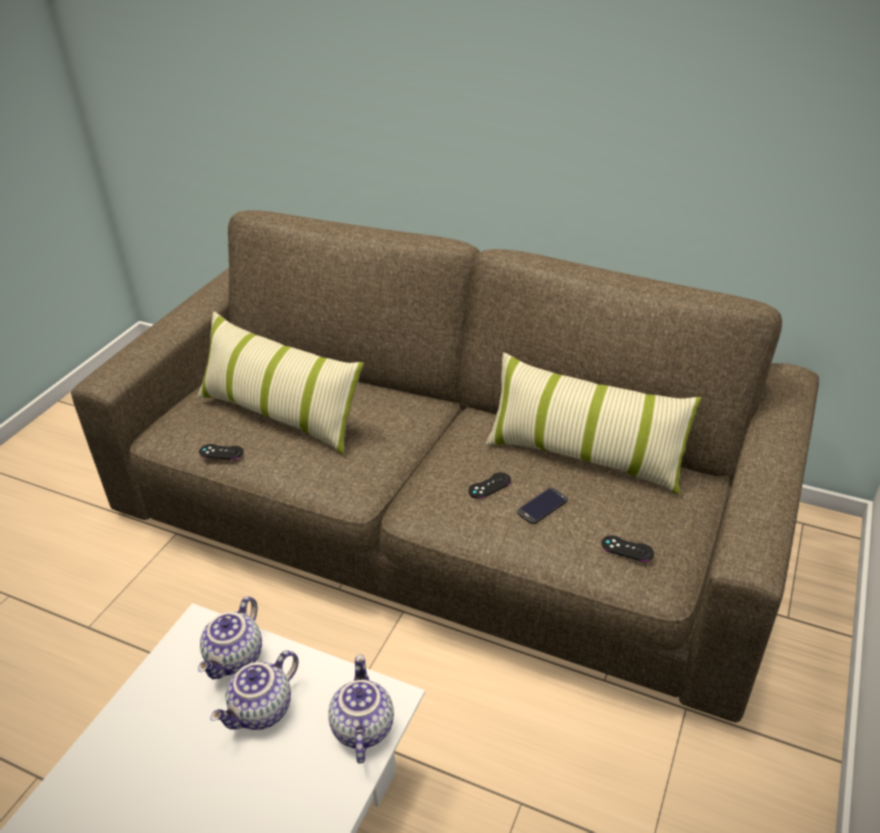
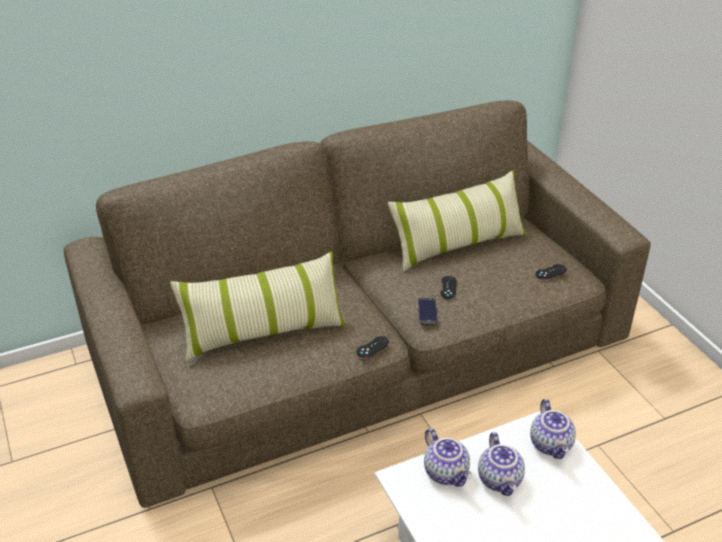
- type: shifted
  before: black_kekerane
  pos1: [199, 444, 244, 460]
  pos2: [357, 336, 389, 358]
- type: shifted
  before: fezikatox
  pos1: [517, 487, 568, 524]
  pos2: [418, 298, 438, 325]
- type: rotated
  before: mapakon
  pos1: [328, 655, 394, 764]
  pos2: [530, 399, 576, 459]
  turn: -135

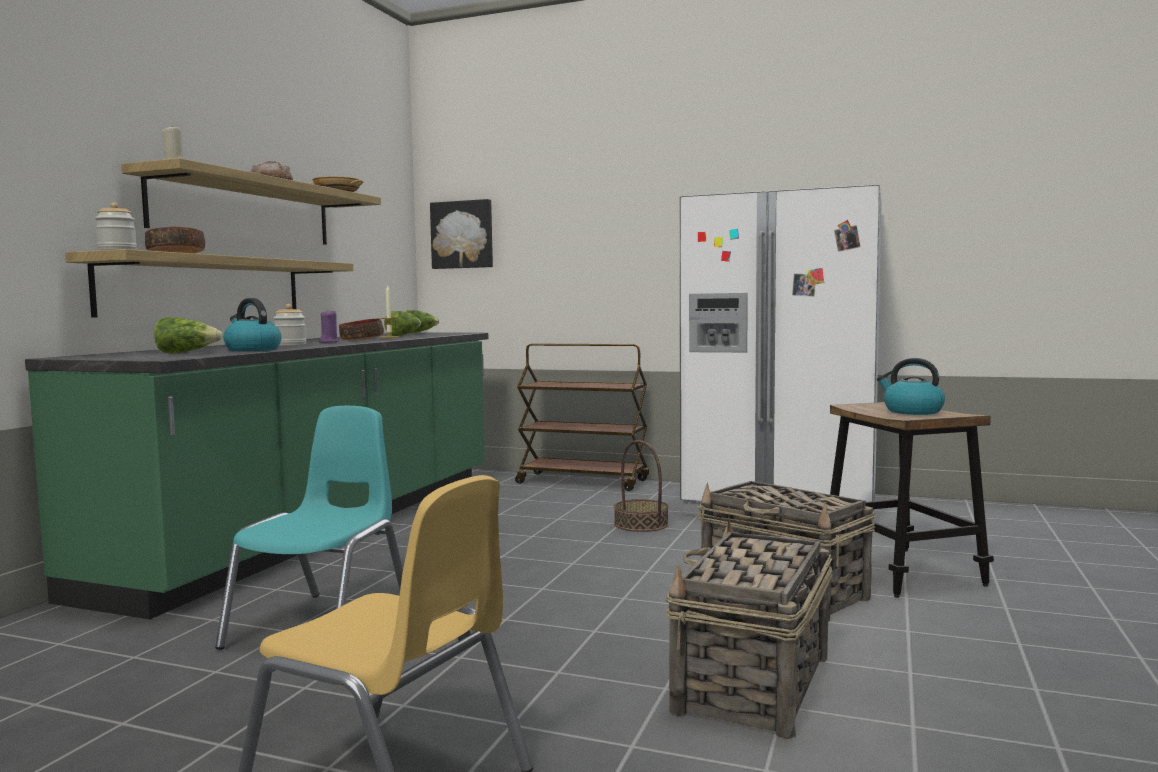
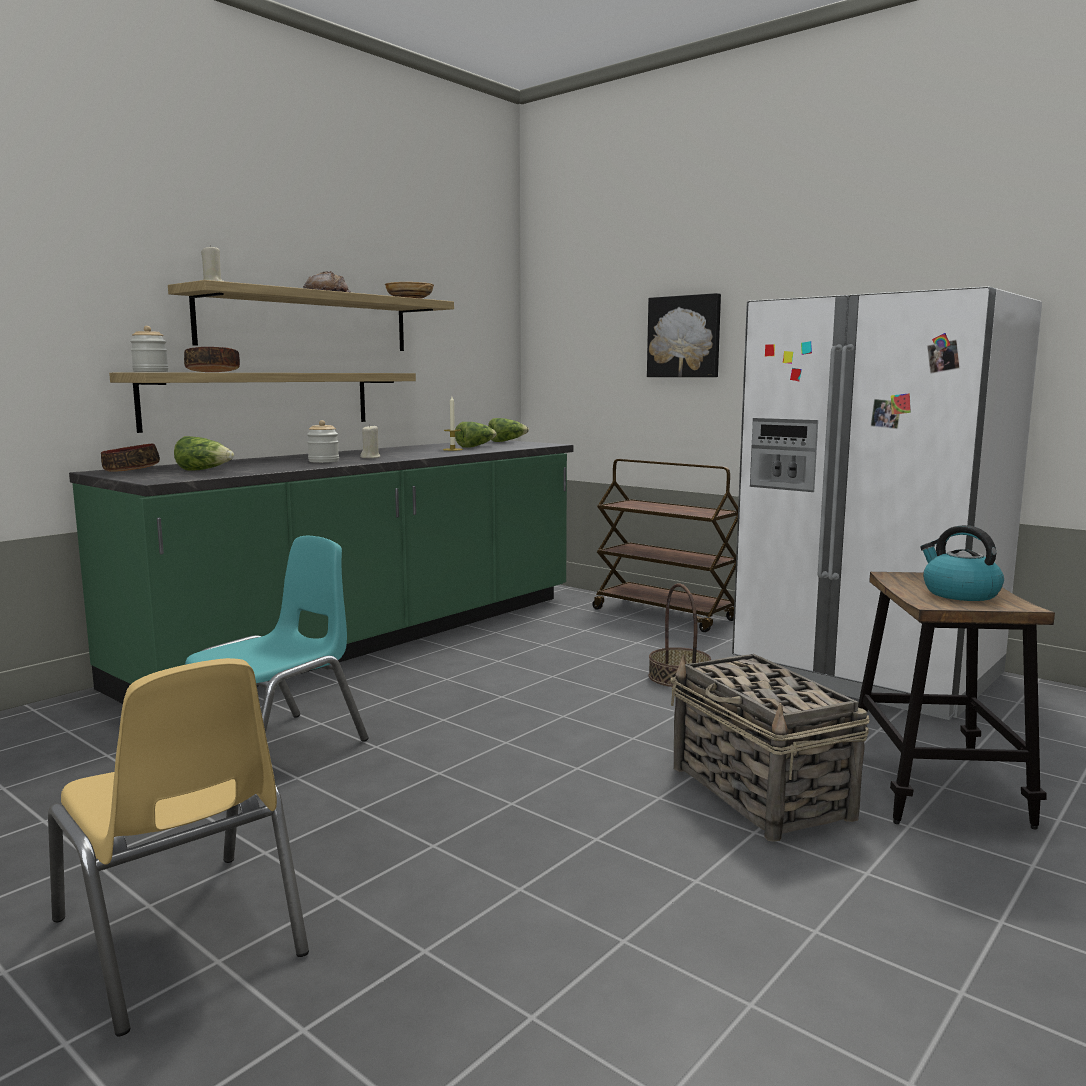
- type: shifted
  before: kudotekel
  pos1: [430, 199, 493, 269]
  pos2: [647, 293, 721, 377]
- type: gone
  before: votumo
  pos1: [223, 298, 282, 351]
- type: repainted
  before: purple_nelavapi
  after: beige_nelavapi
  pos1: [319, 311, 339, 343]
  pos2: [360, 424, 380, 458]
- type: shifted
  before: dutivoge
  pos1: [339, 319, 384, 340]
  pos2: [101, 444, 160, 472]
- type: gone
  before: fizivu
  pos1: [666, 520, 832, 739]

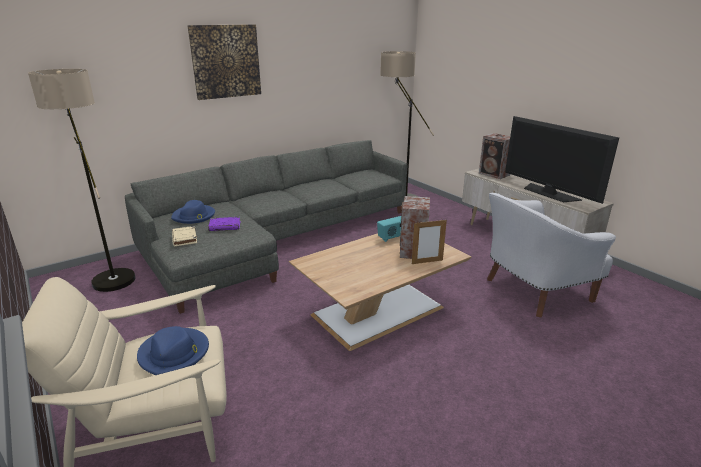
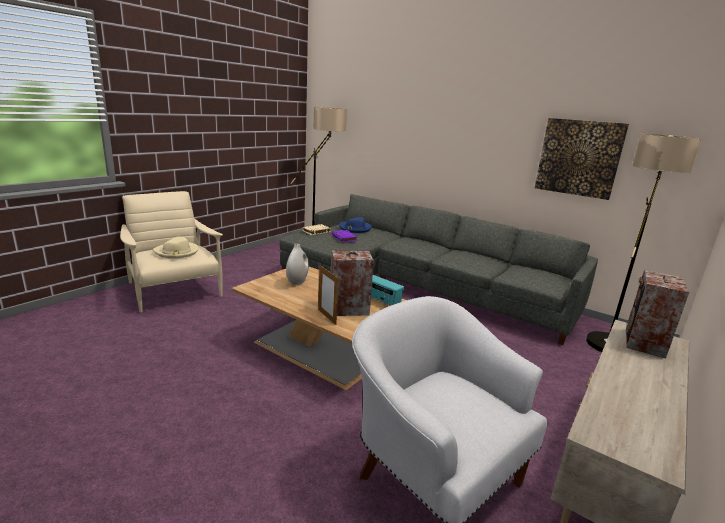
- type: shifted
  before: kudotekel
  pos1: [187, 24, 261, 100]
  pos2: [535, 118, 629, 200]
- type: gone
  before: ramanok
  pos1: [505, 116, 619, 204]
- type: repainted
  before: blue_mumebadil
  after: beige_mumebadil
  pos1: [137, 326, 209, 375]
  pos2: [153, 236, 199, 259]
- type: new
  after: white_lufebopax
  pos2: [286, 244, 309, 285]

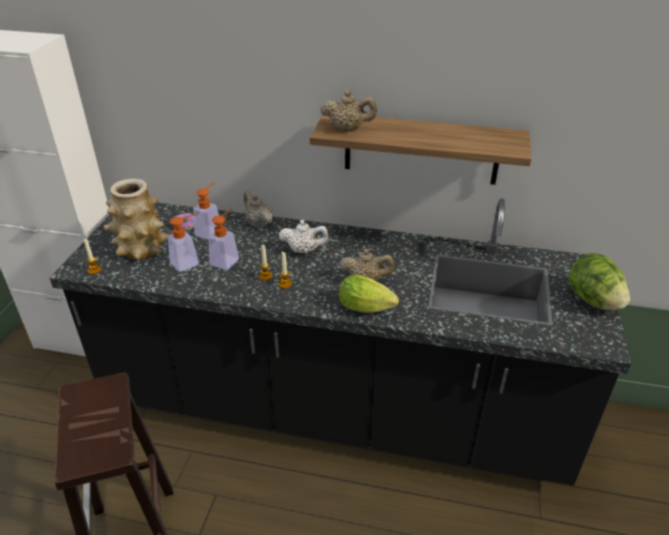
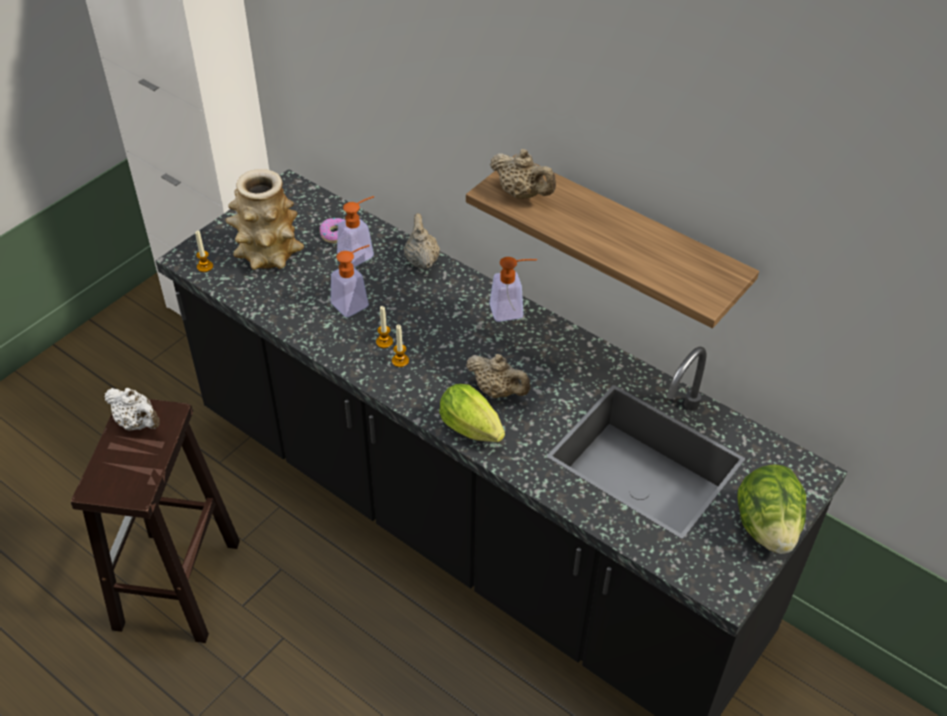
- type: shifted
  before: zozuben
  pos1: [168, 214, 199, 272]
  pos2: [489, 257, 537, 322]
- type: shifted
  before: white_mapakon
  pos1: [279, 220, 330, 253]
  pos2: [104, 388, 160, 431]

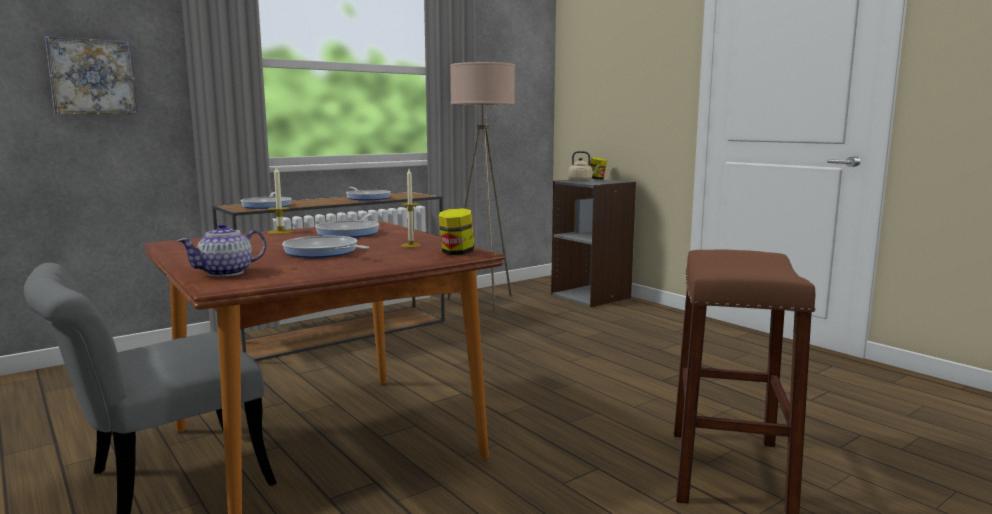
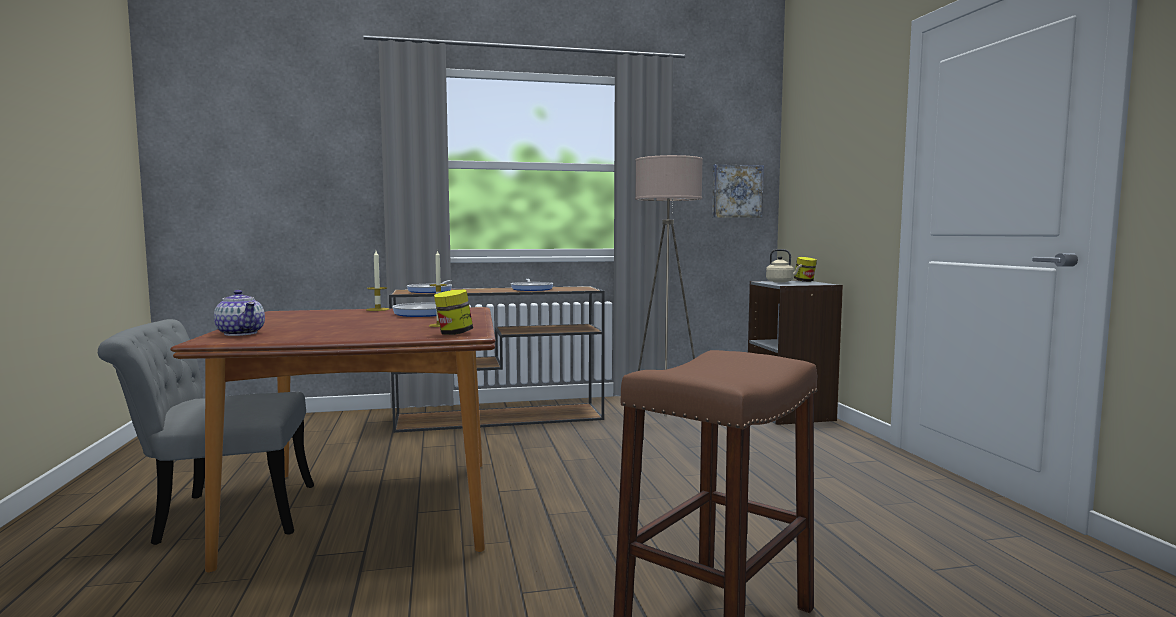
- type: shifted
  before: kudotekel
  pos1: [45, 36, 137, 115]
  pos2: [712, 164, 764, 218]
- type: rotated
  before: mapakon
  pos1: [177, 223, 266, 277]
  pos2: [214, 290, 265, 336]
  turn: -120
- type: gone
  before: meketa
  pos1: [282, 236, 370, 258]

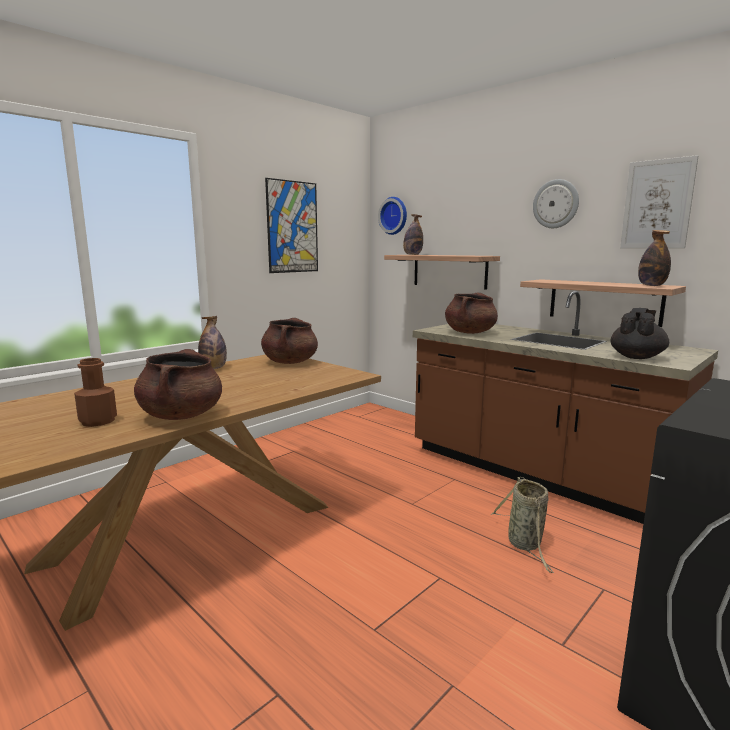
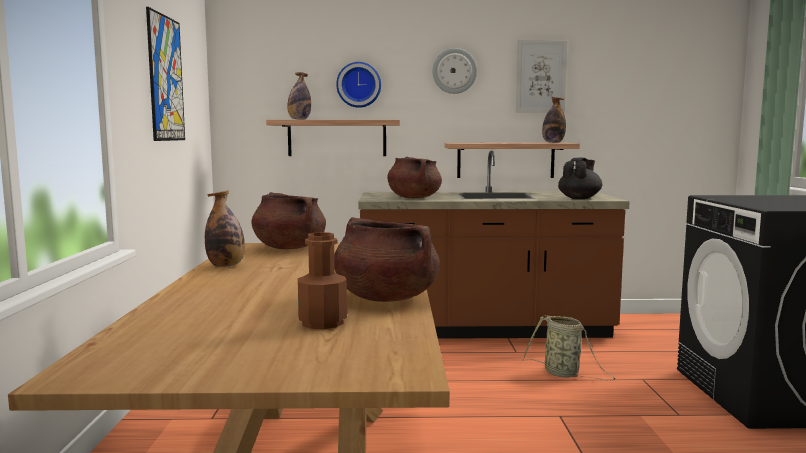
- type: shifted
  before: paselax
  pos1: [378, 197, 407, 235]
  pos2: [336, 62, 381, 108]
- type: rotated
  before: black_mapakon
  pos1: [611, 308, 669, 359]
  pos2: [558, 158, 602, 199]
  turn: 45

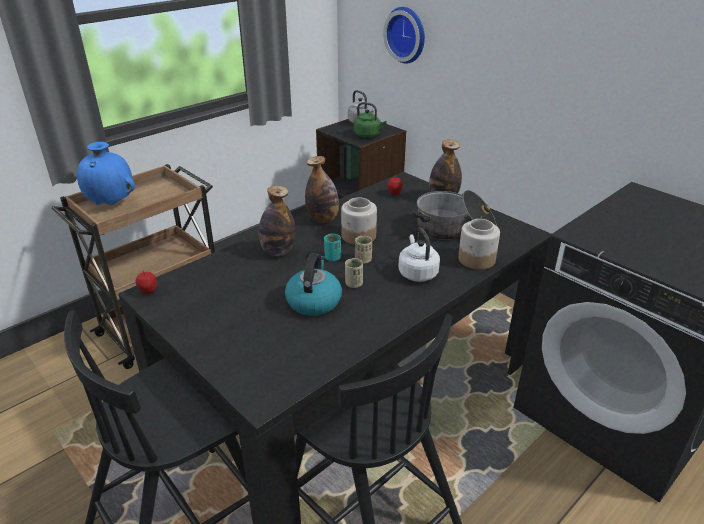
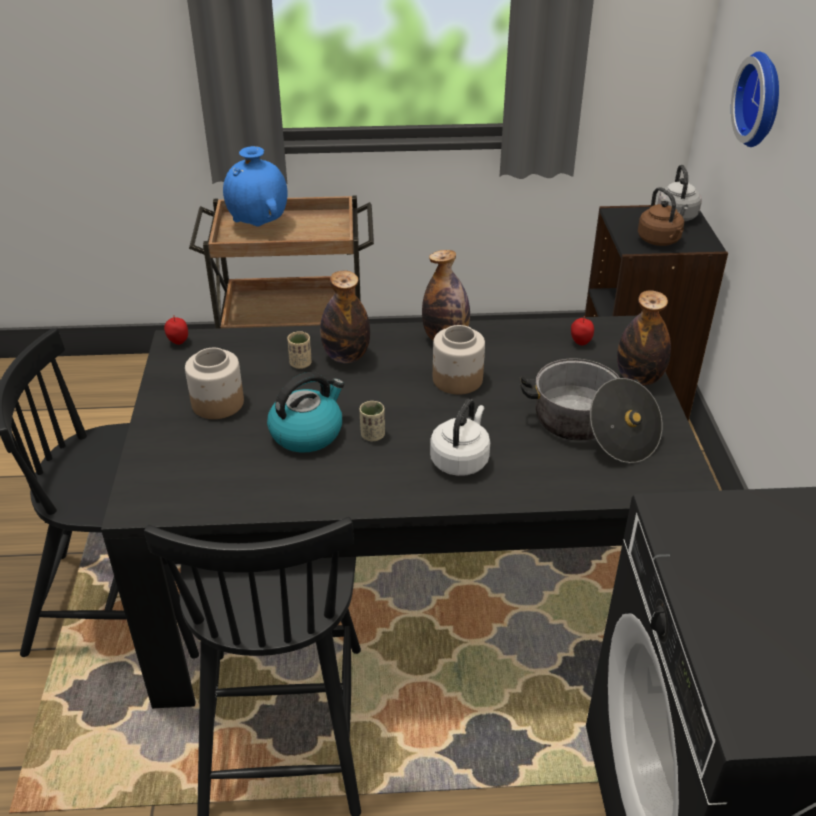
- type: repainted
  before: green_votumo
  after: brown_votumo
  pos1: [354, 102, 387, 137]
  pos2: [638, 187, 684, 246]
- type: shifted
  before: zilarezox
  pos1: [458, 219, 500, 270]
  pos2: [185, 348, 244, 419]
- type: gone
  before: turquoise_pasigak
  pos1: [324, 234, 341, 262]
- type: shifted
  before: beige_pasigak
  pos1: [355, 236, 372, 264]
  pos2: [287, 331, 311, 369]

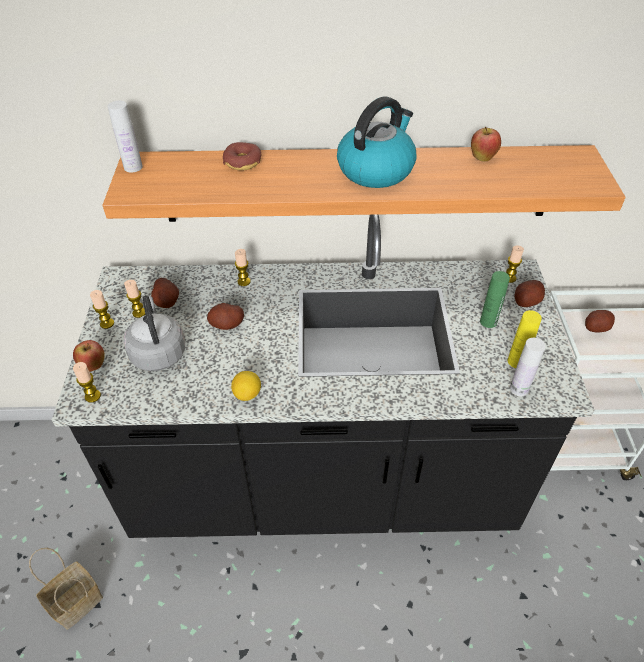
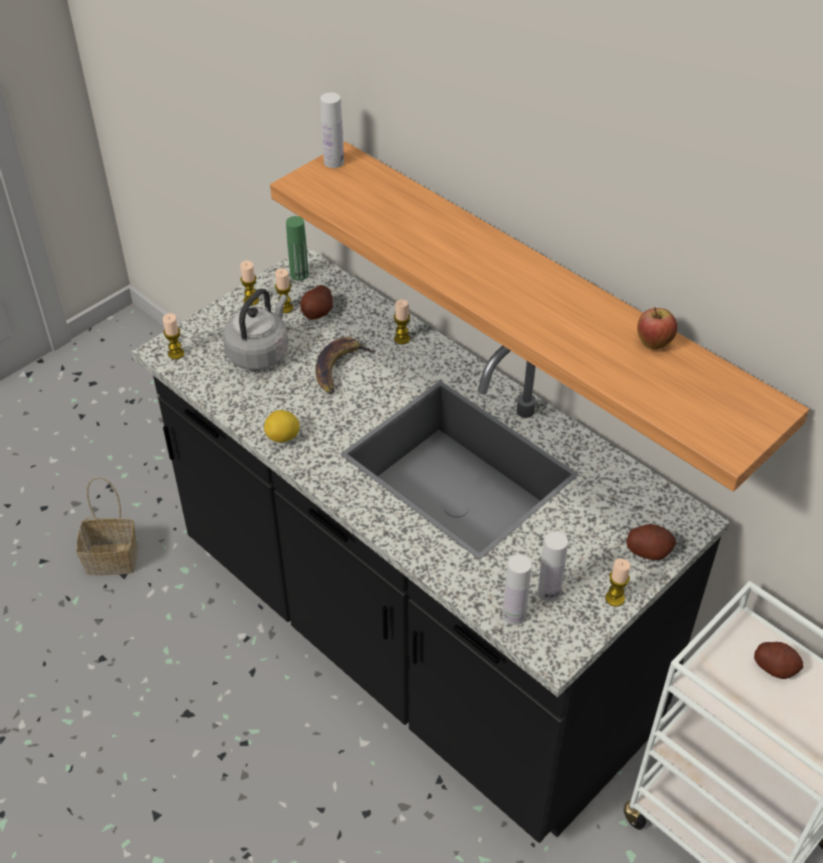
- type: gone
  before: votumo
  pos1: [337, 96, 416, 188]
- type: gone
  before: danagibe
  pos1: [223, 142, 261, 171]
- type: shifted
  before: nelavapi
  pos1: [506, 246, 524, 283]
  pos2: [605, 558, 630, 607]
- type: shifted
  before: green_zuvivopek
  pos1: [480, 271, 510, 328]
  pos2: [286, 216, 309, 281]
- type: swapped
  before: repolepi
  after: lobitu
  pos1: [207, 303, 244, 330]
  pos2: [315, 337, 376, 394]
- type: repainted
  before: yellow_zuvivopek
  after: white_zuvivopek
  pos1: [508, 310, 542, 368]
  pos2: [537, 532, 568, 602]
- type: gone
  before: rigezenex
  pos1: [73, 340, 105, 372]

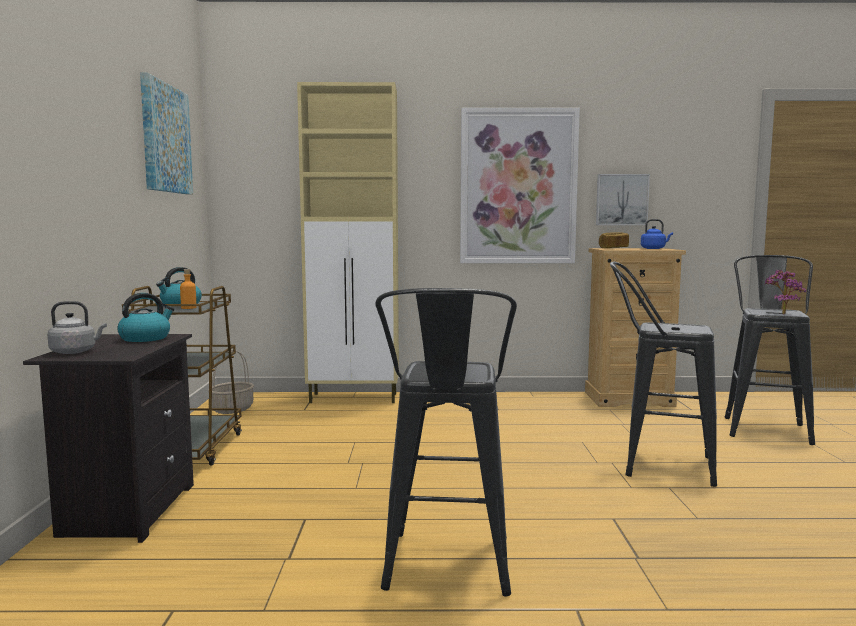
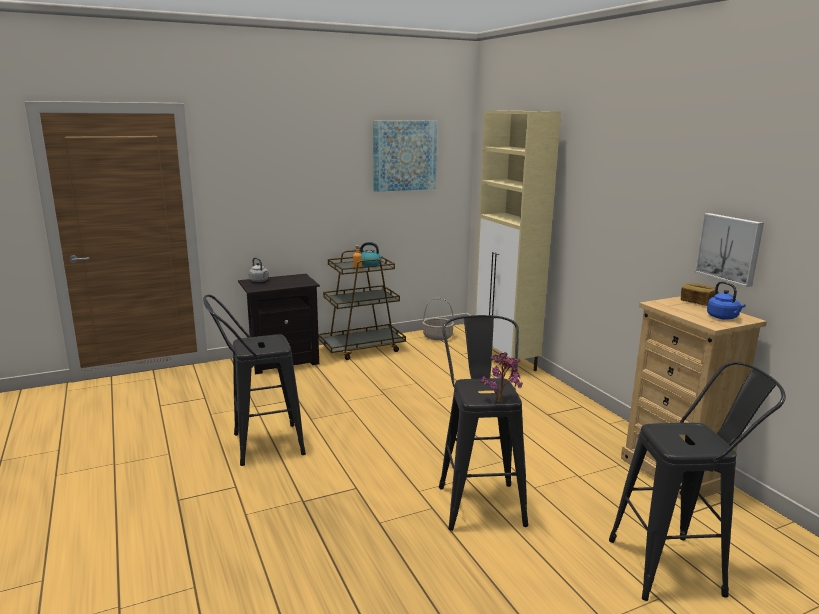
- type: gone
  before: kudotekel
  pos1: [460, 108, 580, 263]
- type: shifted
  before: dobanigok
  pos1: [765, 270, 807, 314]
  pos2: [480, 352, 523, 401]
- type: gone
  before: votumo
  pos1: [117, 293, 174, 342]

